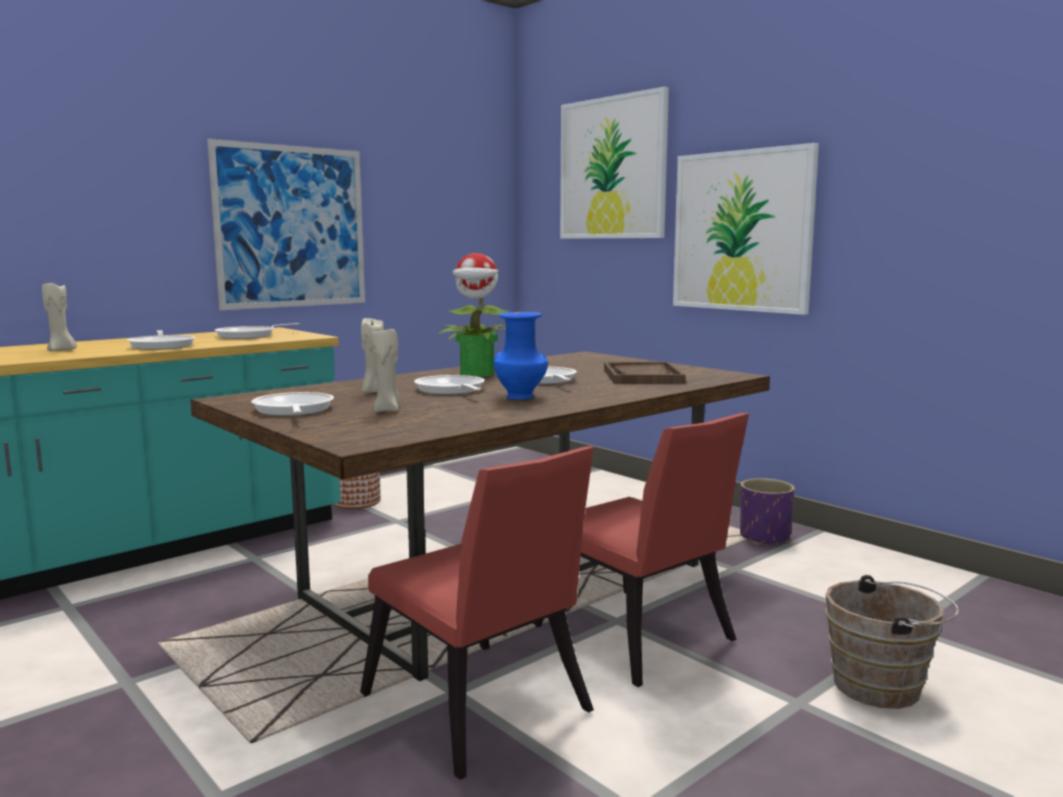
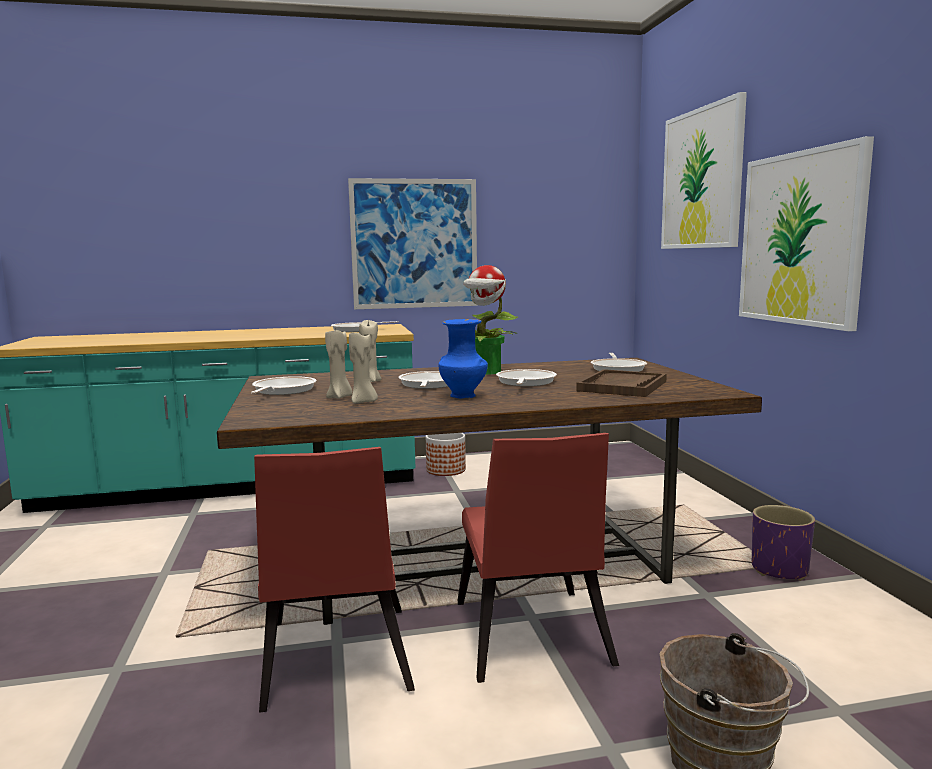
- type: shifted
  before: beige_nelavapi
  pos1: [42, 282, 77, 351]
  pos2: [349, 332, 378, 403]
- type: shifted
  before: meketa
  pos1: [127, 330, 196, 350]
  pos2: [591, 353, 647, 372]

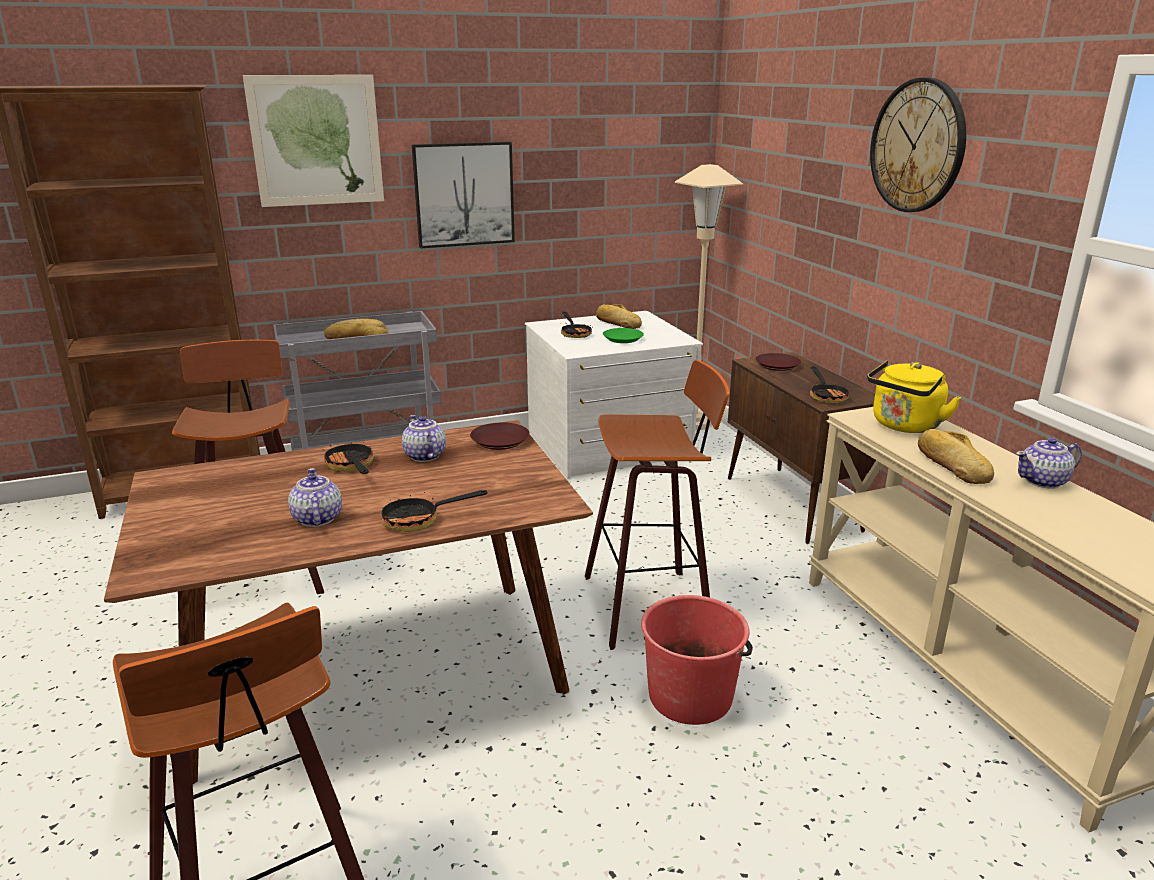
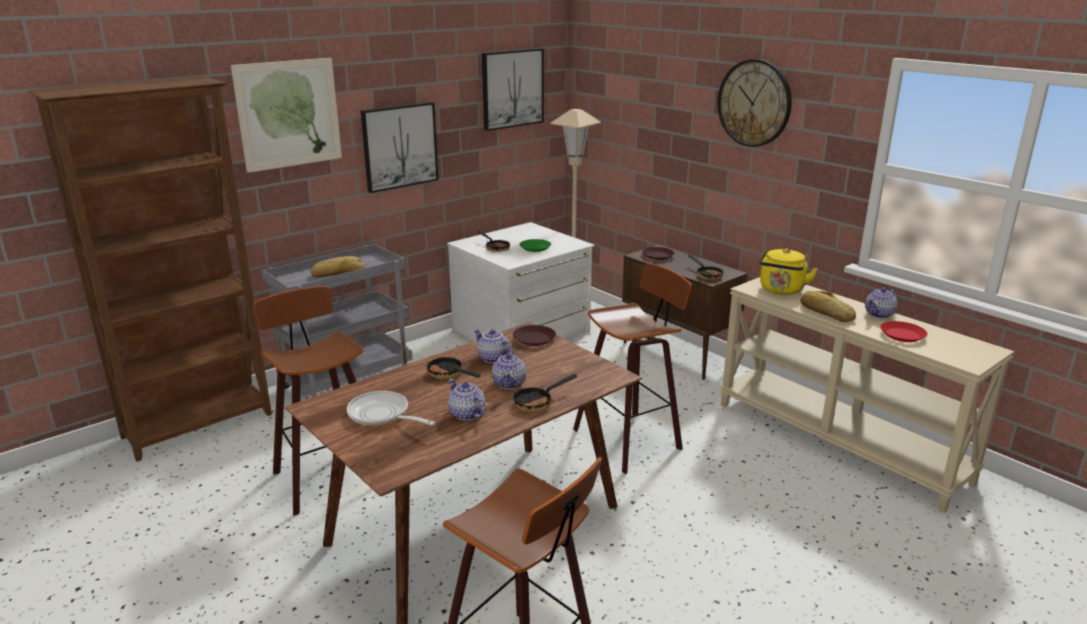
- type: gone
  before: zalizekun
  pos1: [596, 304, 642, 329]
- type: gone
  before: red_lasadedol
  pos1: [641, 595, 753, 725]
- type: new
  after: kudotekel
  pos2: [482, 48, 544, 131]
- type: new
  after: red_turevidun
  pos2: [880, 321, 927, 342]
- type: new
  after: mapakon
  pos2: [492, 350, 526, 389]
- type: new
  after: meketa
  pos2: [347, 391, 435, 426]

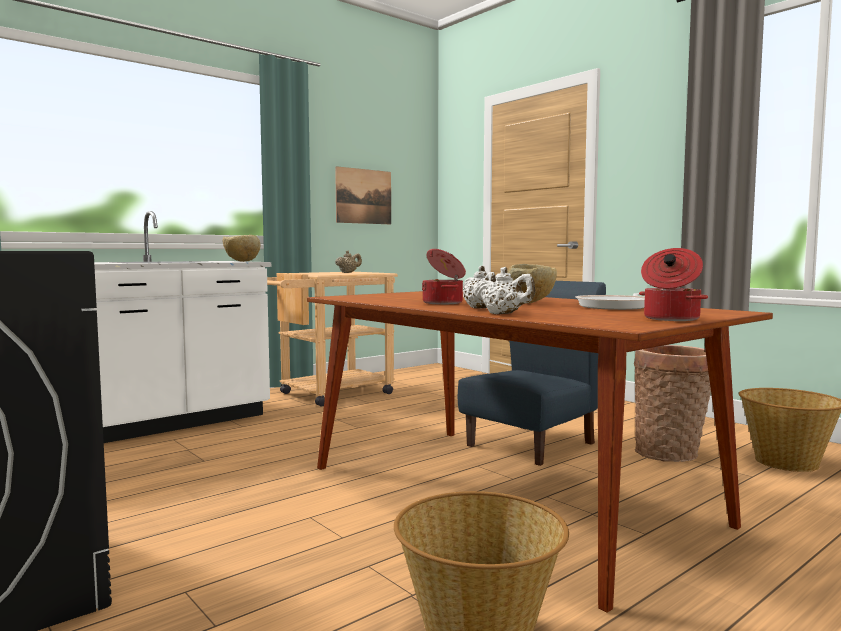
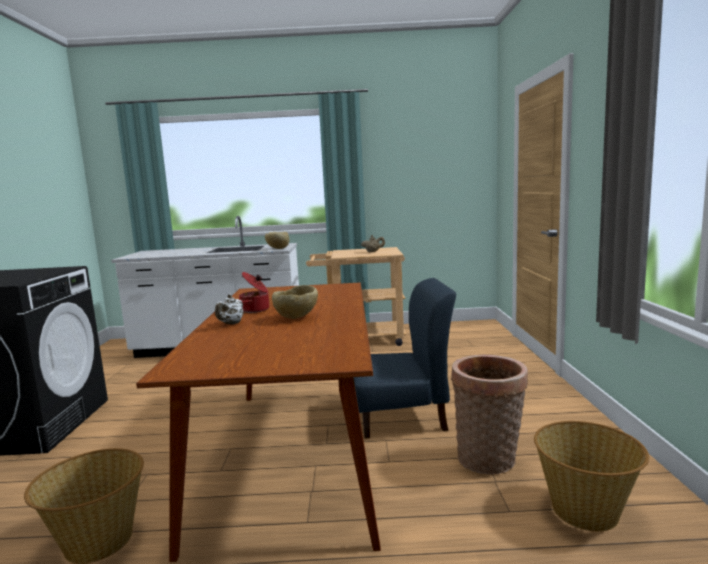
- type: gone
  before: kudotekel
  pos1: [335, 166, 391, 224]
- type: gone
  before: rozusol
  pos1: [639, 248, 708, 321]
- type: gone
  before: white_mapakon
  pos1: [474, 267, 536, 314]
- type: gone
  before: meketa
  pos1: [575, 293, 645, 310]

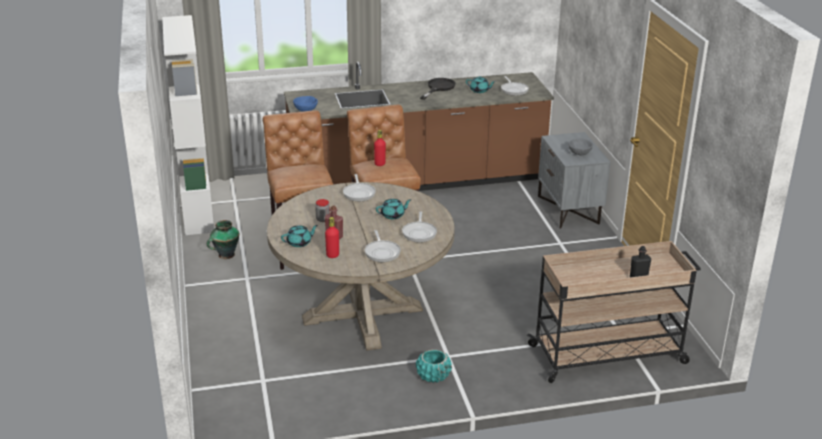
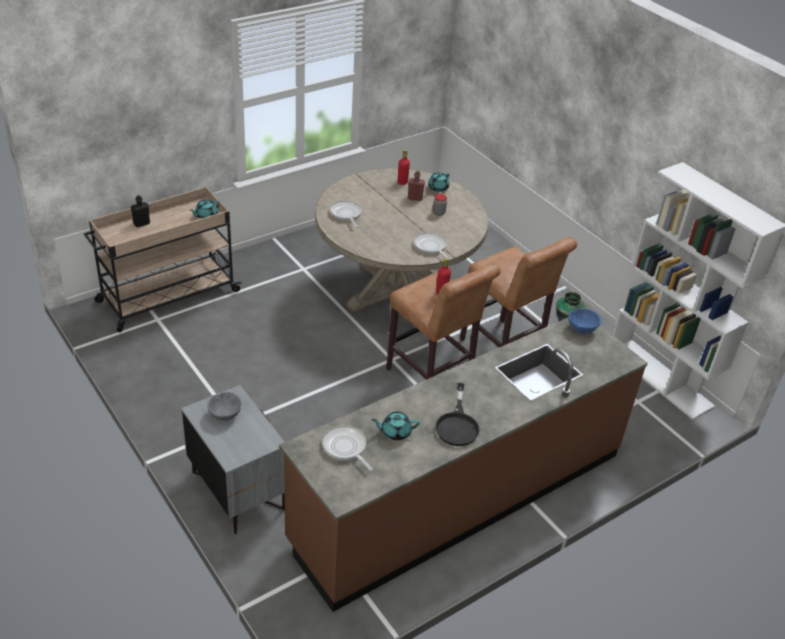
- type: shifted
  before: turquoise_mapakon
  pos1: [376, 199, 412, 219]
  pos2: [189, 200, 220, 219]
- type: gone
  before: meketa
  pos1: [365, 230, 401, 262]
- type: gone
  before: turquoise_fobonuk
  pos1: [416, 349, 452, 383]

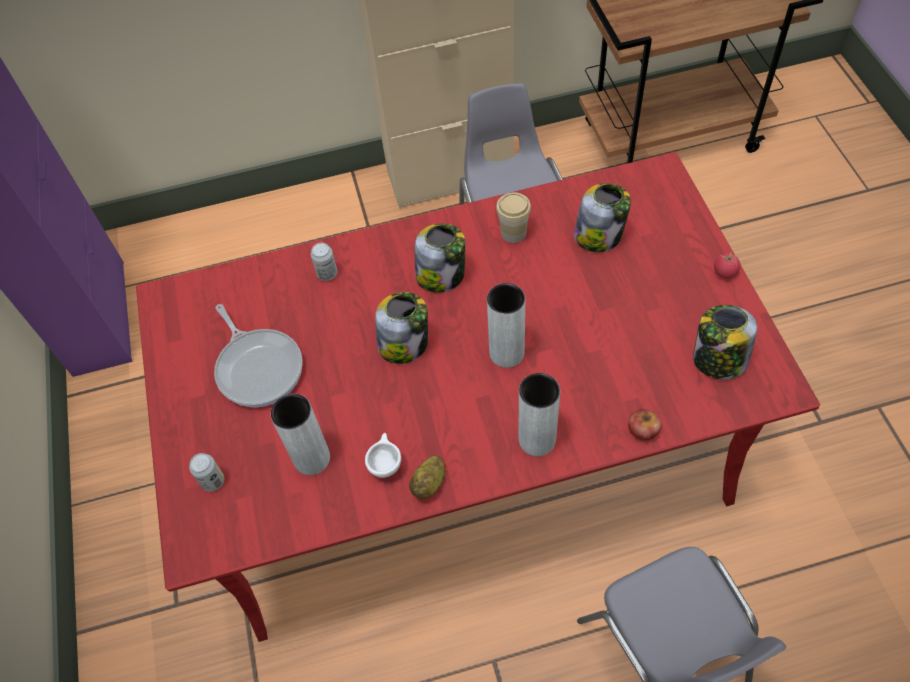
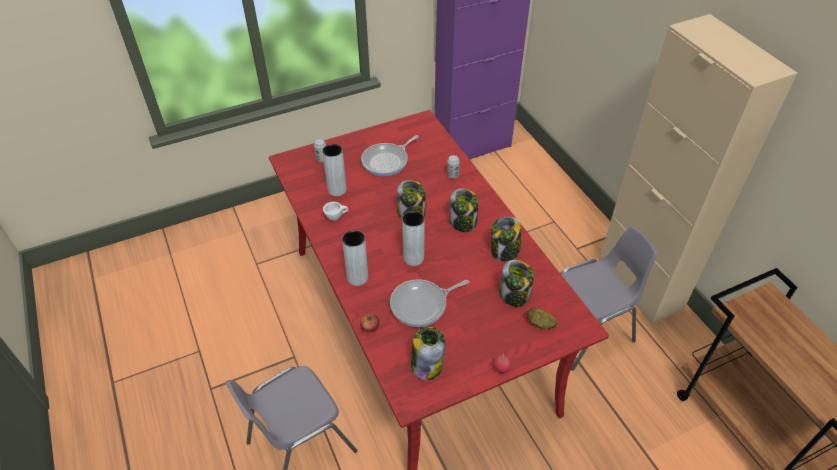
- type: swapped
  before: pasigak
  after: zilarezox
  pos1: [496, 192, 531, 243]
  pos2: [491, 216, 521, 262]
- type: shifted
  before: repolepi
  pos1: [409, 456, 445, 499]
  pos2: [527, 307, 557, 329]
- type: new
  after: meketa
  pos2: [390, 279, 469, 327]

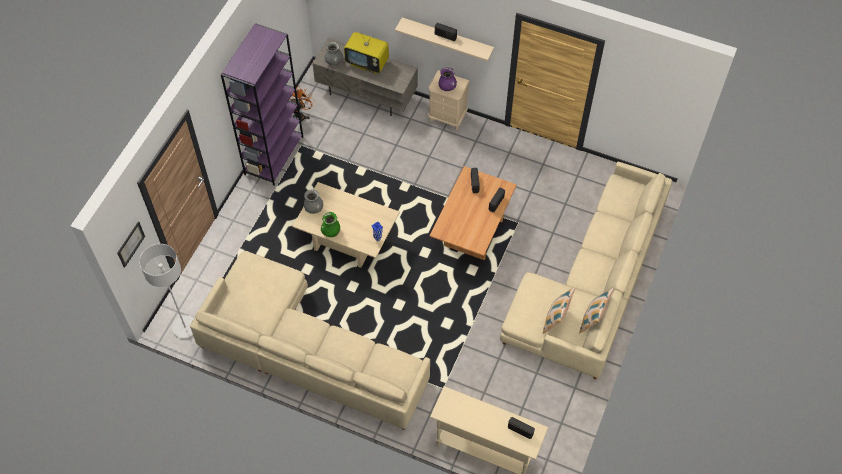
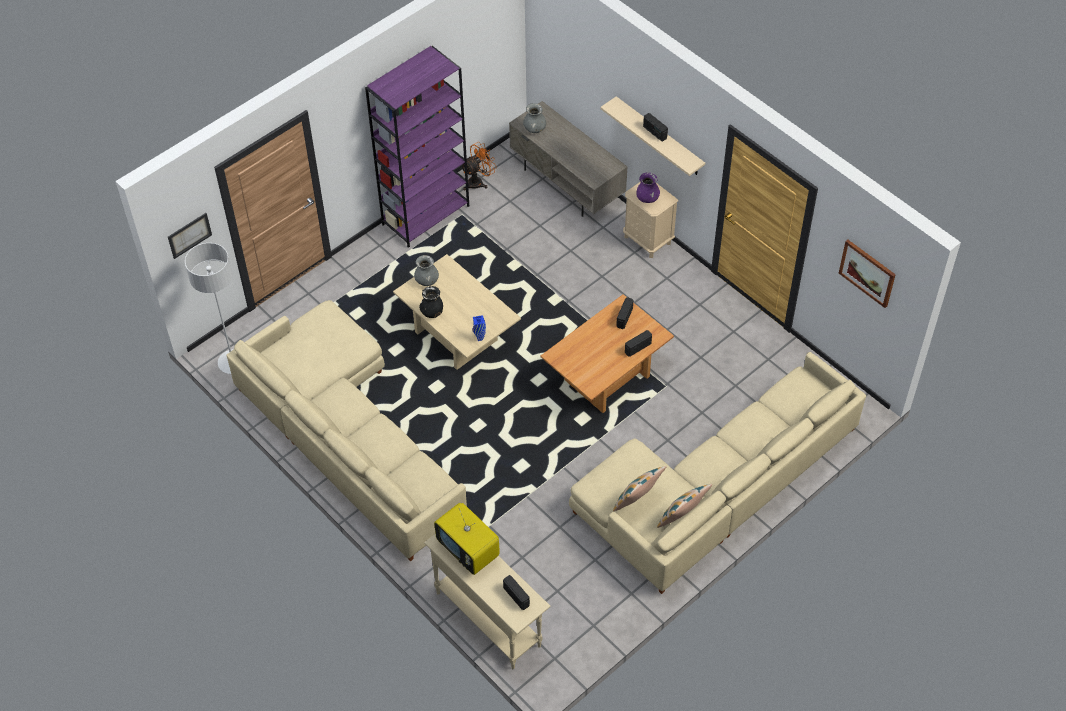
- type: shifted
  before: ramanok
  pos1: [344, 30, 389, 74]
  pos2: [434, 503, 500, 575]
- type: repainted
  before: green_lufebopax
  after: black_lufebopax
  pos1: [321, 212, 340, 237]
  pos2: [419, 286, 443, 318]
- type: new
  after: kudotekel
  pos2: [839, 240, 896, 308]

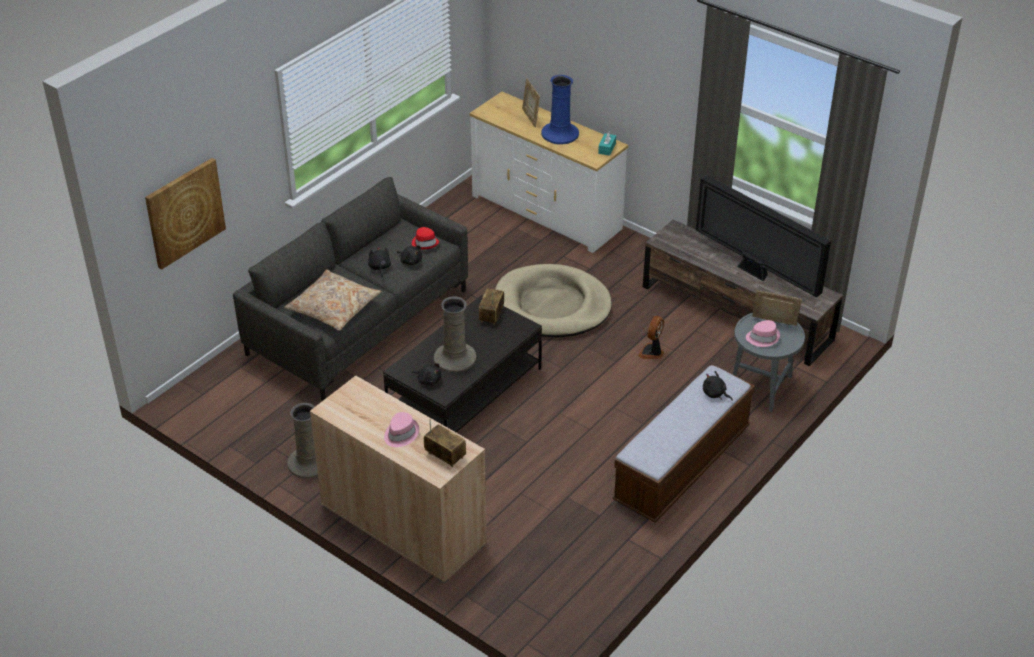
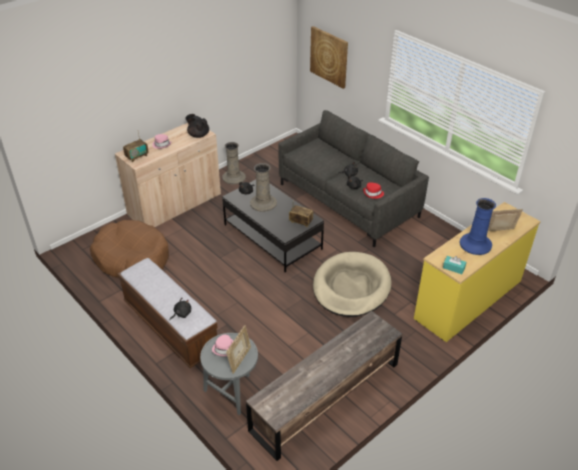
- type: repainted
  before: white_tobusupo
  after: yellow_tobusupo
  pos1: [469, 92, 628, 253]
  pos2: [414, 202, 541, 342]
- type: gone
  before: ramanok
  pos1: [696, 175, 831, 297]
- type: gone
  before: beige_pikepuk
  pos1: [284, 269, 381, 331]
- type: gone
  before: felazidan
  pos1: [638, 316, 664, 359]
- type: new
  after: black_mapakon
  pos2: [185, 114, 209, 138]
- type: new
  after: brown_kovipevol
  pos2: [90, 220, 169, 278]

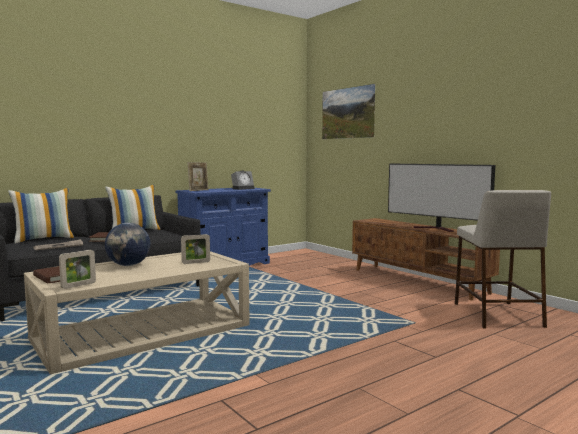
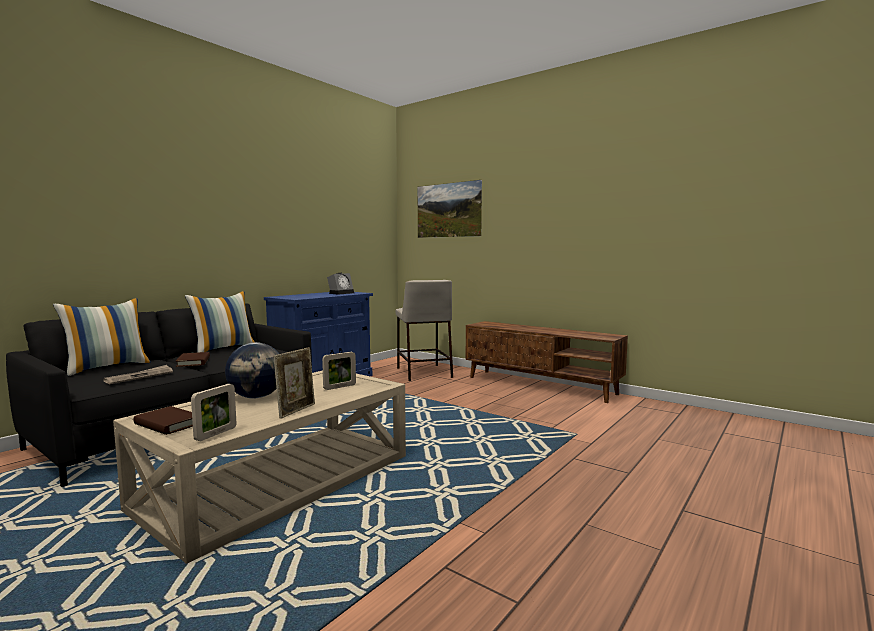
- type: shifted
  before: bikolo
  pos1: [188, 162, 208, 191]
  pos2: [273, 347, 315, 419]
- type: gone
  before: ramanok
  pos1: [388, 163, 495, 232]
- type: shifted
  before: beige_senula
  pos1: [455, 190, 551, 328]
  pos2: [396, 280, 453, 381]

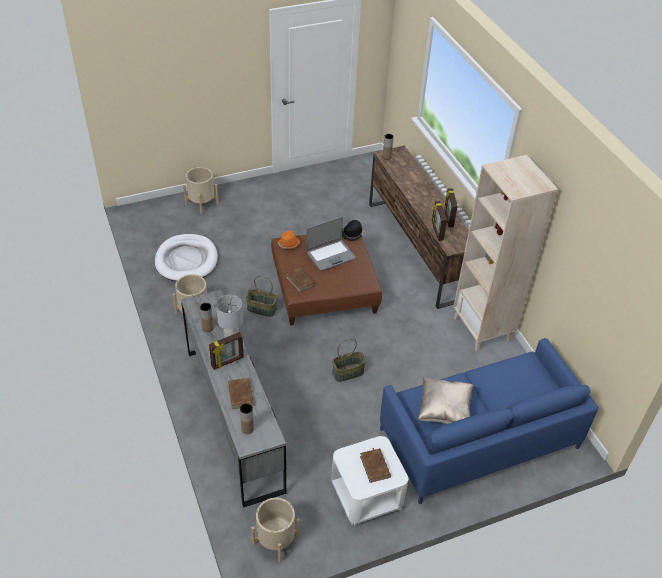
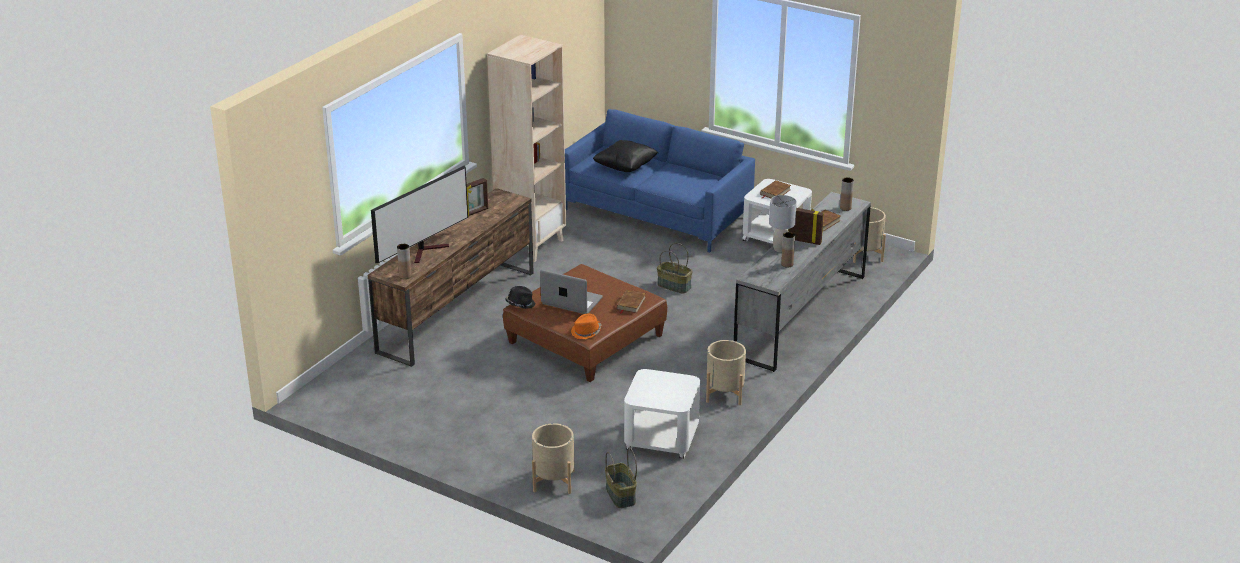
- type: gone
  before: bikolo
  pos1: [432, 201, 447, 241]
- type: swapped
  before: white_kovipevol
  after: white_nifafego
  pos1: [155, 234, 218, 281]
  pos2: [624, 369, 700, 459]
- type: shifted
  before: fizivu
  pos1: [246, 276, 277, 317]
  pos2: [605, 447, 637, 508]
- type: gone
  before: beige_pikepuk
  pos1: [418, 377, 474, 424]
- type: new
  after: black_pikepuk
  pos2: [593, 140, 658, 172]
- type: new
  after: ramanok
  pos2: [371, 165, 468, 264]

